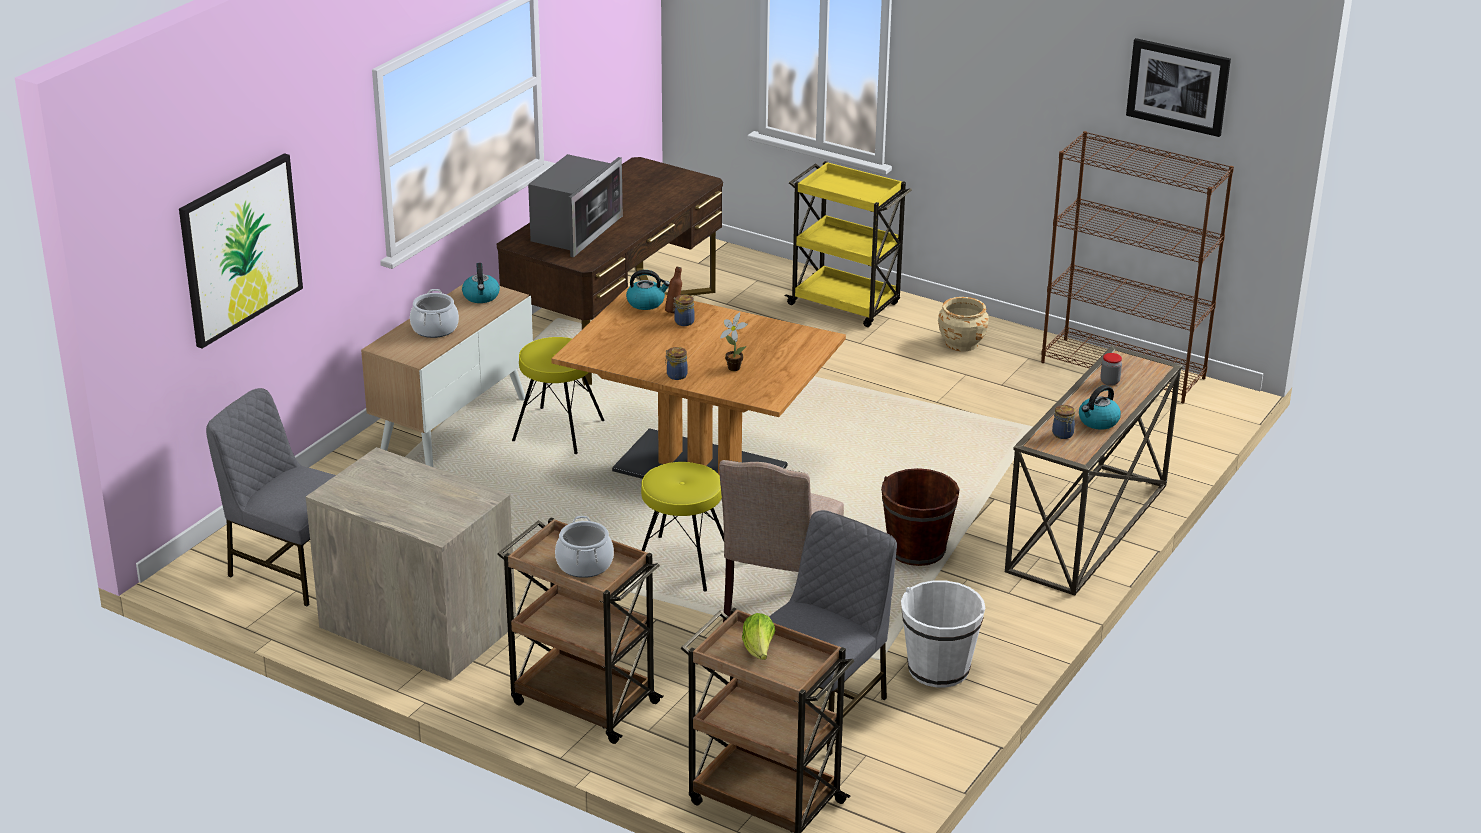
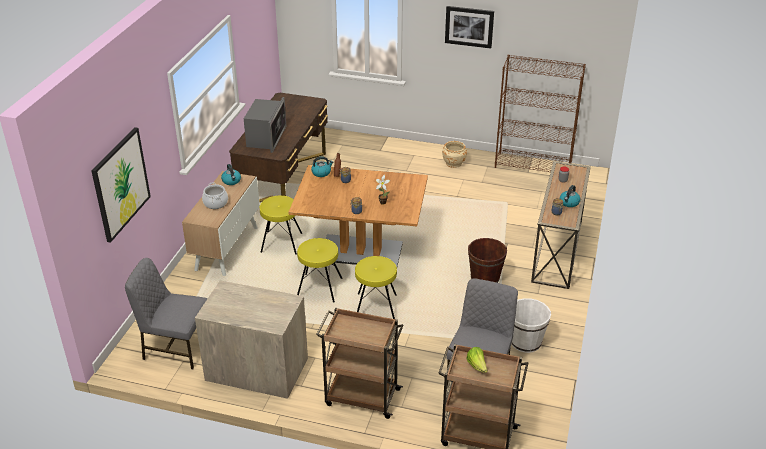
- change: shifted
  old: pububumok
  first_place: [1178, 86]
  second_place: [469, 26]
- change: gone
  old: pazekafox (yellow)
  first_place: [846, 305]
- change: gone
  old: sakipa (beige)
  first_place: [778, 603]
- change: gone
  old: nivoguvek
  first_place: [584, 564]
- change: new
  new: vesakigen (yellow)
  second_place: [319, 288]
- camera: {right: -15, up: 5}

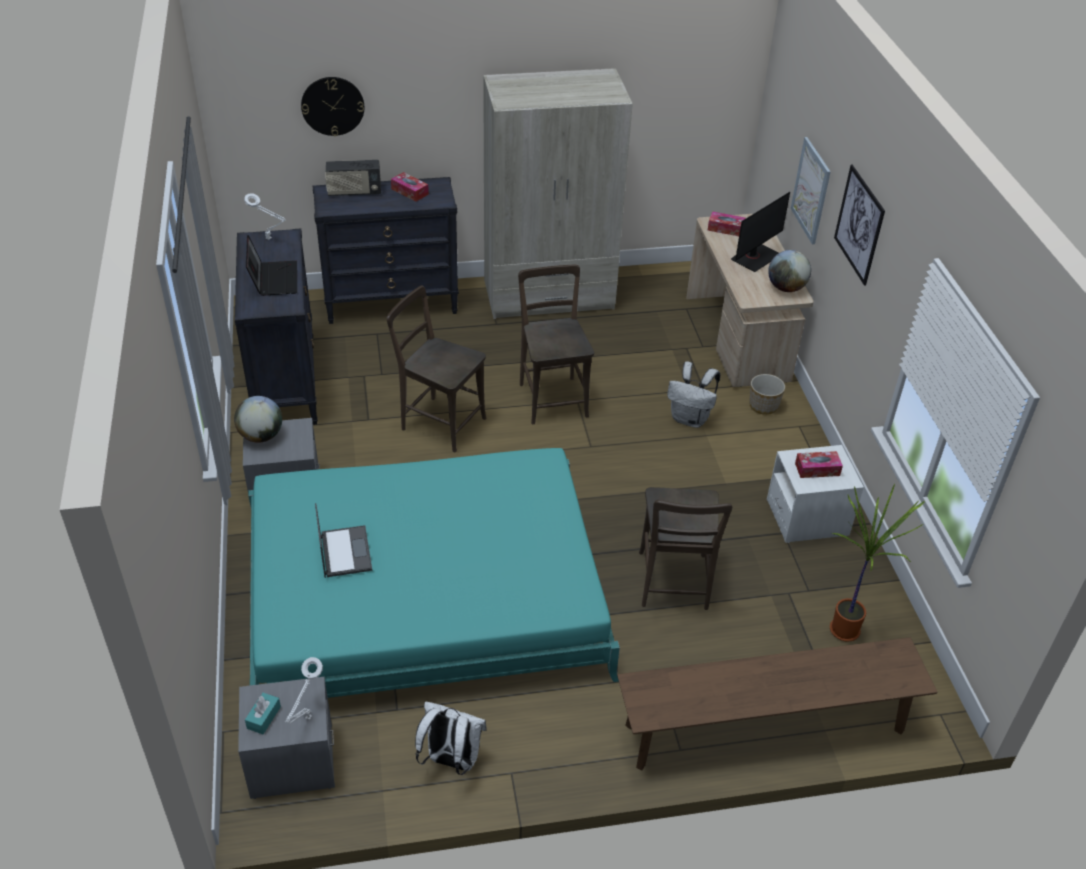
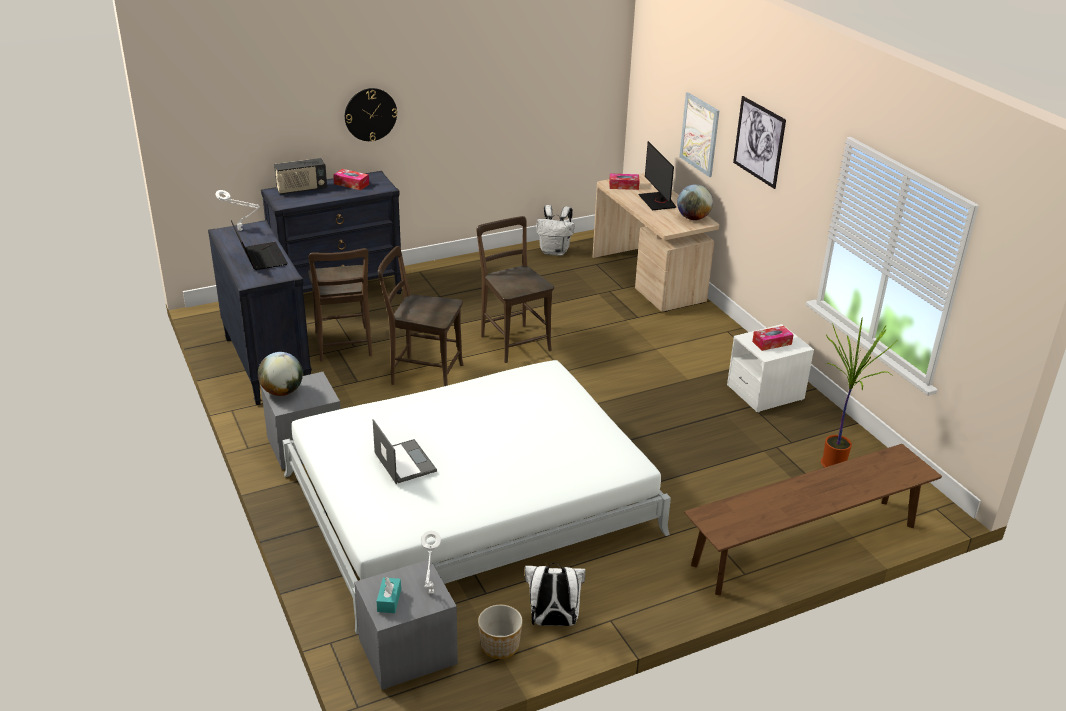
- change: gone
  old: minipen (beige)
  first_place: [549, 295]
- change: shifted
  old: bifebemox
  first_place: [332, 106]
  second_place: [370, 114]
- change: rotated
  old: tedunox
  first_place: [755, 257]
  second_place: [657, 201]
  degrees: 135
- change: shifted
  old: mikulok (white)
  first_place: [690, 419]
  second_place: [555, 251]
- change: shifted
  old: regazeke
  first_place: [763, 406]
  second_place: [499, 646]
- change: repainted
  old: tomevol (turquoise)
  new: tomevol (white)
  first_place: [425, 597]
  second_place: [472, 504]
- change: shifted
  old: sakipa (brown)
  first_place: [673, 584]
  second_place: [343, 346]
- camera: {right: -15, up: -10}

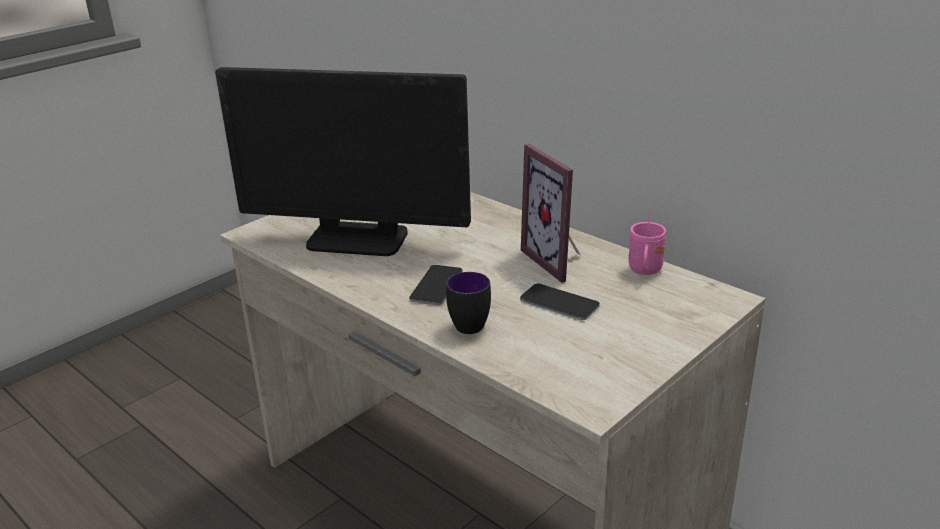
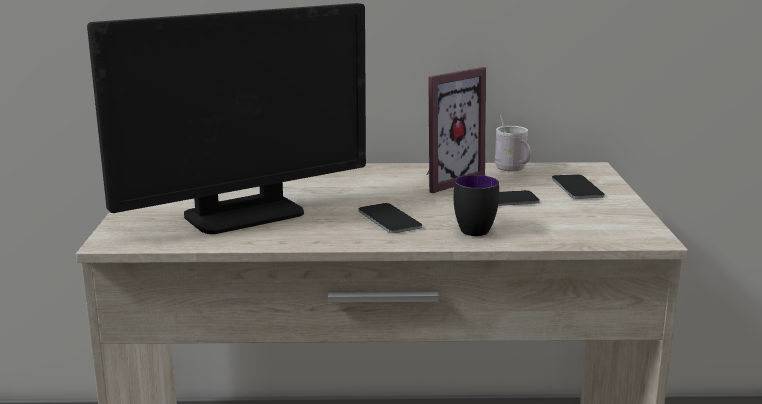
- change: rotated
  old: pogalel
  first_place: [559, 260]
  second_place: [443, 180]
  degrees: -60
- change: repainted
  old: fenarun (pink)
  new: fenarun (white)
  first_place: [644, 272]
  second_place: [513, 170]
- change: new
  new: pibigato
  second_place: [577, 187]
- camera: {right: -45, up: -10}

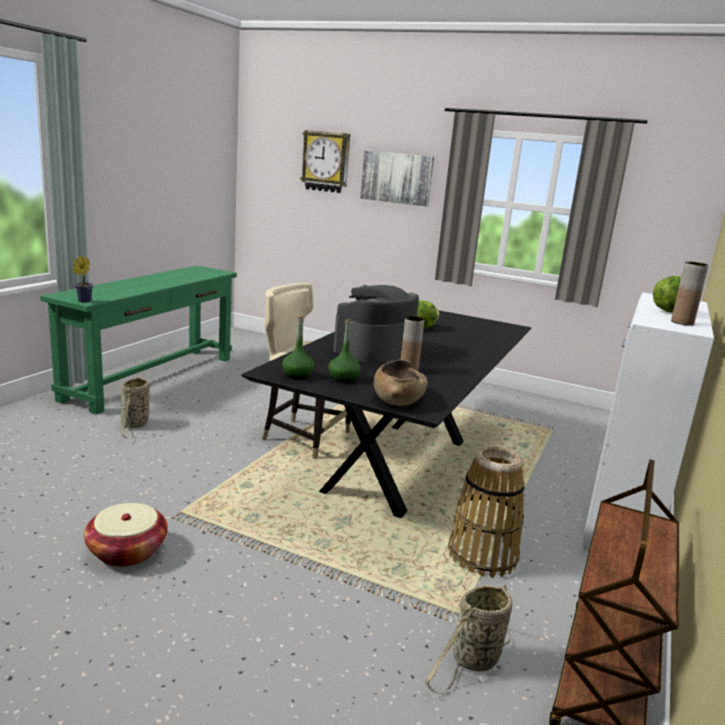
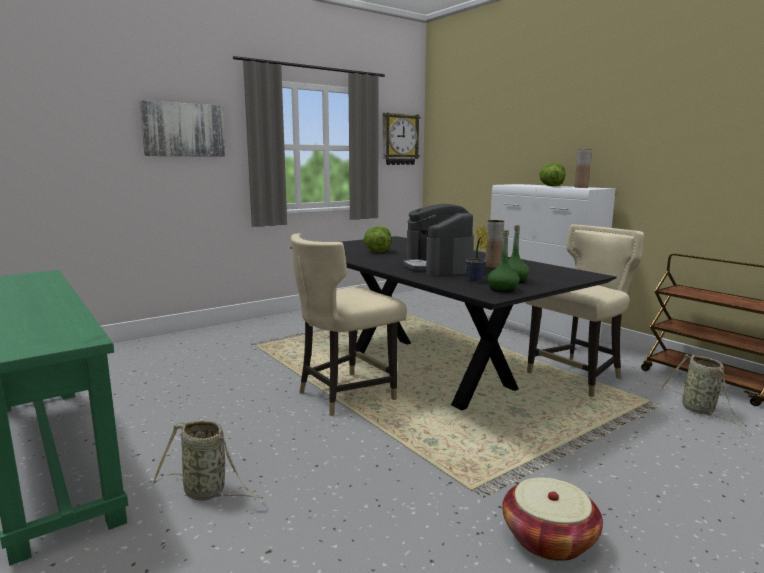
- change: shifted
  old: bifebemox
  first_place: [326, 162]
  second_place: [399, 139]
- change: shifted
  old: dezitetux
  first_place: [83, 301]
  second_place: [476, 281]
- change: gone
  old: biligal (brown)
  first_place: [398, 398]
- change: swapped
  old: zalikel
  new: sakipa (beige)
  first_place: [482, 556]
  second_place: [576, 377]
- camera: {right: -60, up: -5}

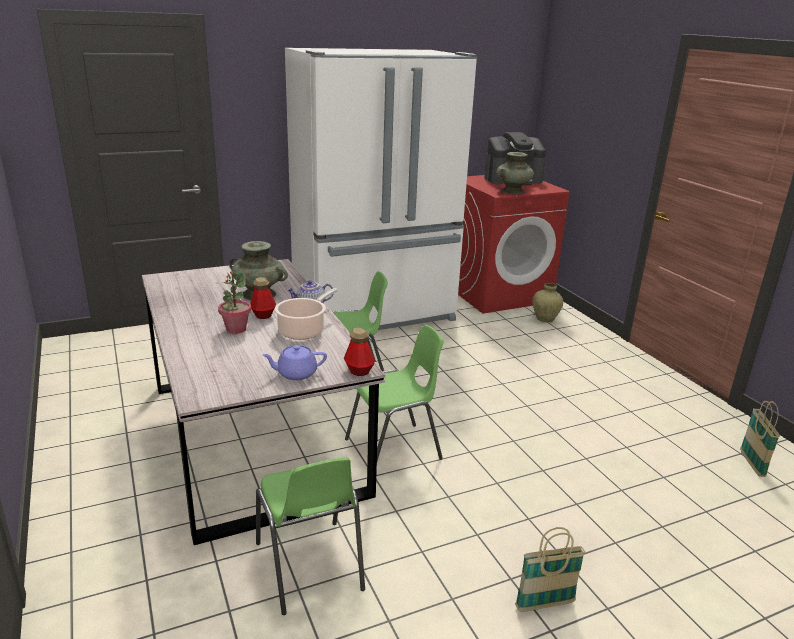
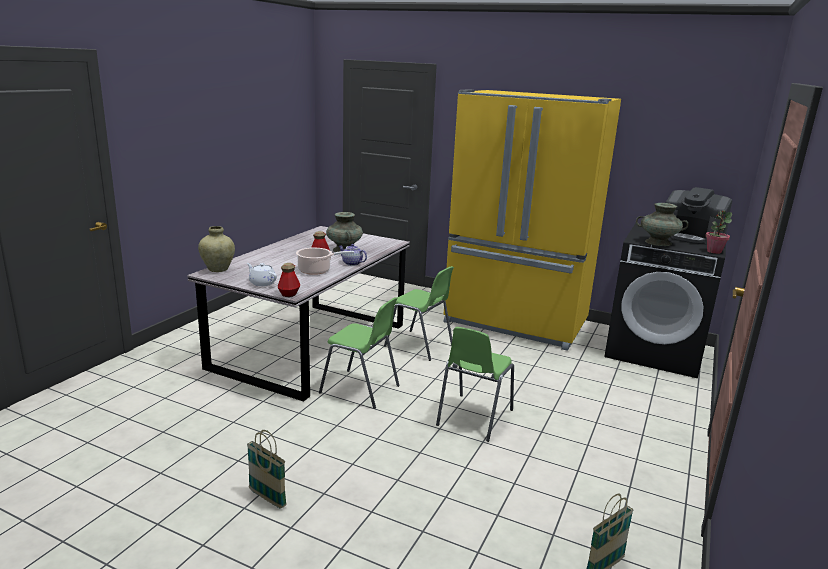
- change: repainted
  old: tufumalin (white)
  new: tufumalin (yellow)
  first_place: [376, 314]
  second_place: [515, 323]
- change: repainted
  old: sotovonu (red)
  new: sotovonu (black)
  first_place: [498, 293]
  second_place: [654, 351]
- change: shifted
  old: dezitetux
  first_place: [236, 329]
  second_place: [714, 251]
- change: shifted
  old: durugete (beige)
  first_place: [545, 319]
  second_place: [218, 269]
- change: repainted
  old: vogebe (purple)
  new: vogebe (white)
  first_place: [296, 373]
  second_place: [262, 283]
- change: shifted
  old: sakipa (green)
  first_place: [309, 567]
  second_place: [473, 417]
- camera: {right: 50, up: -5}

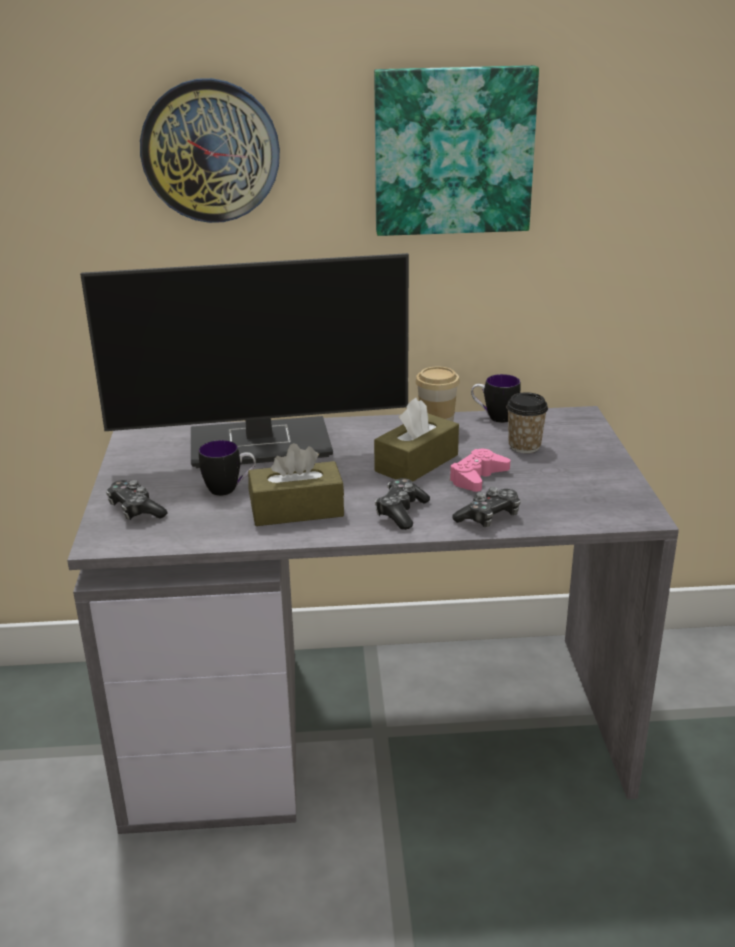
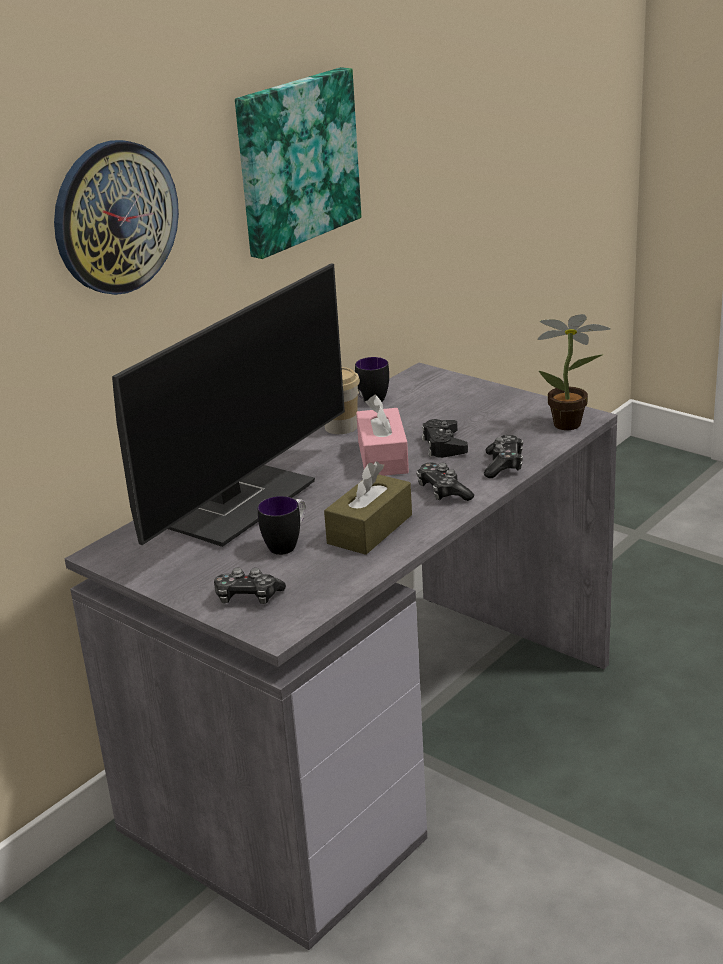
- change: gone
  old: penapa
  first_place: [524, 446]
- change: repainted
  old: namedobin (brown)
  new: namedobin (pink)
  first_place: [416, 463]
  second_place: [382, 457]
- change: repainted
  old: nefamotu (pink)
  new: nefamotu (black)
  first_place: [477, 478]
  second_place: [444, 445]
- change: new
  new: dezitetux
  second_place: [572, 425]
- camera: {right: -45, up: 0}

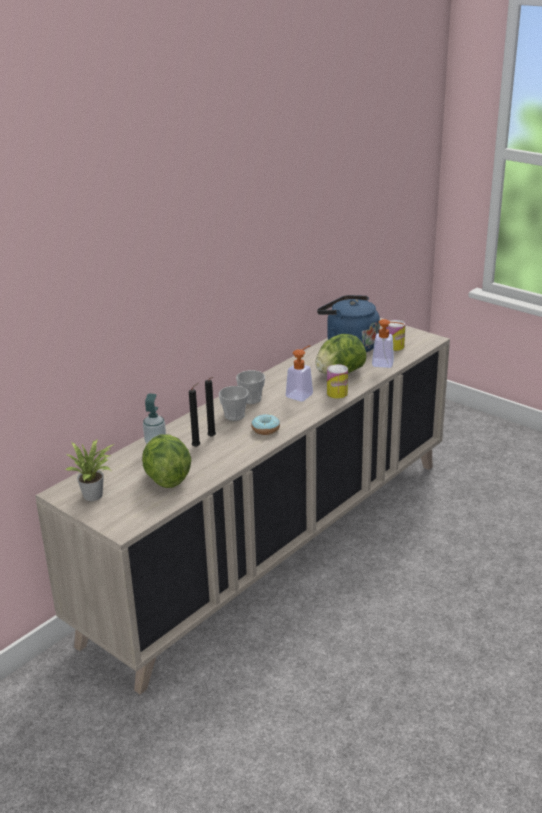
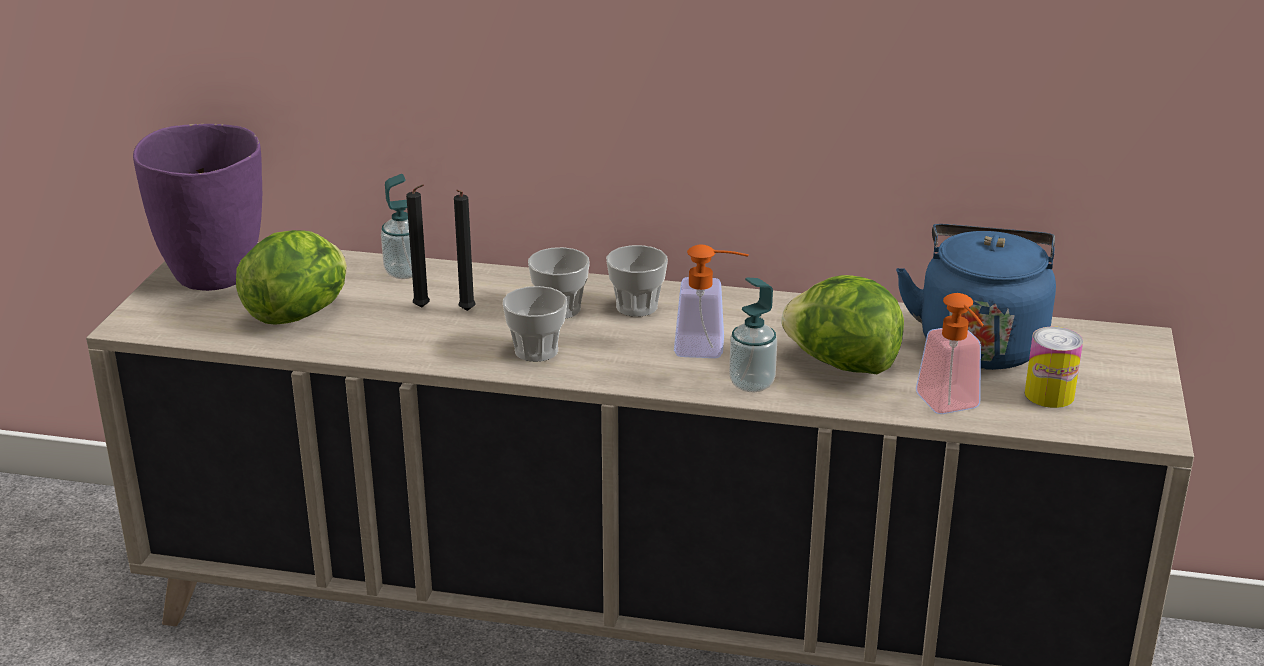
- change: swapped
  old: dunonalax
  new: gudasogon
  first_place: [337, 393]
  second_place: [751, 384]
- change: swapped
  old: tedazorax
  new: penapa
  first_place: [265, 429]
  second_place: [536, 351]
- change: swapped
  old: dezitetux
  new: durugete (purple)
  first_place: [95, 495]
  second_place: [215, 275]
- camera: {right: 60, up: 0}

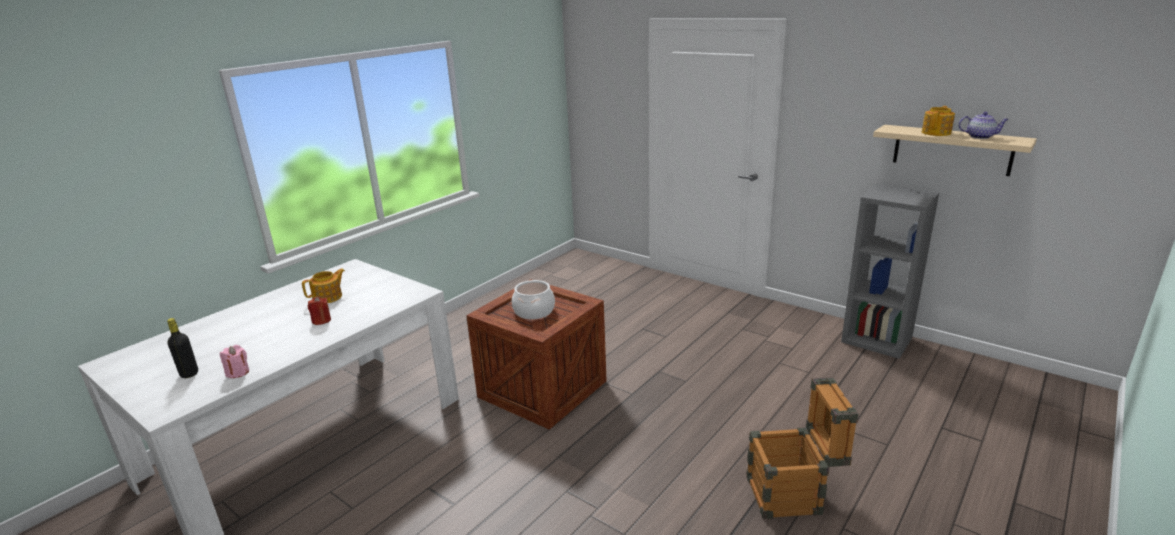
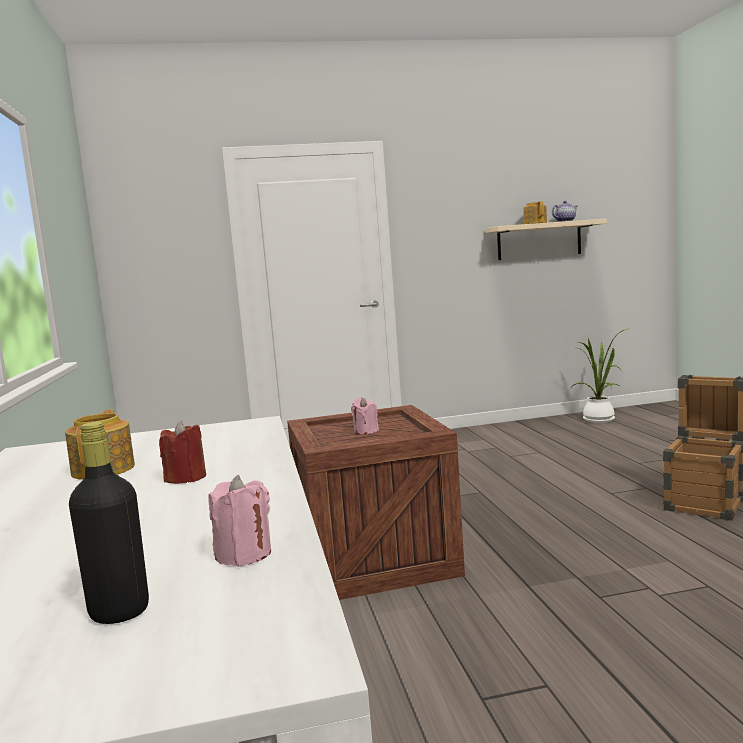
- change: gone
  old: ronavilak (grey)
  first_place: [877, 340]
- change: swapped
  old: nivoguvek
  new: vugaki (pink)
  first_place: [534, 311]
  second_place: [366, 431]
- change: new
  new: dezitetux
  second_place: [601, 420]
- camera: {right: -50, up: -15}

